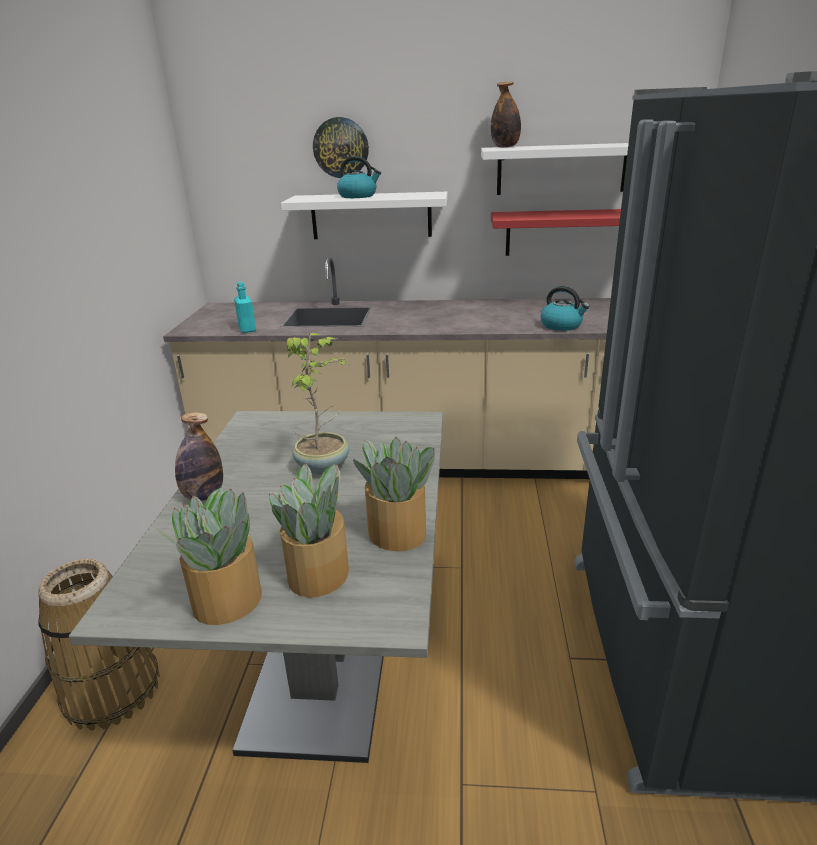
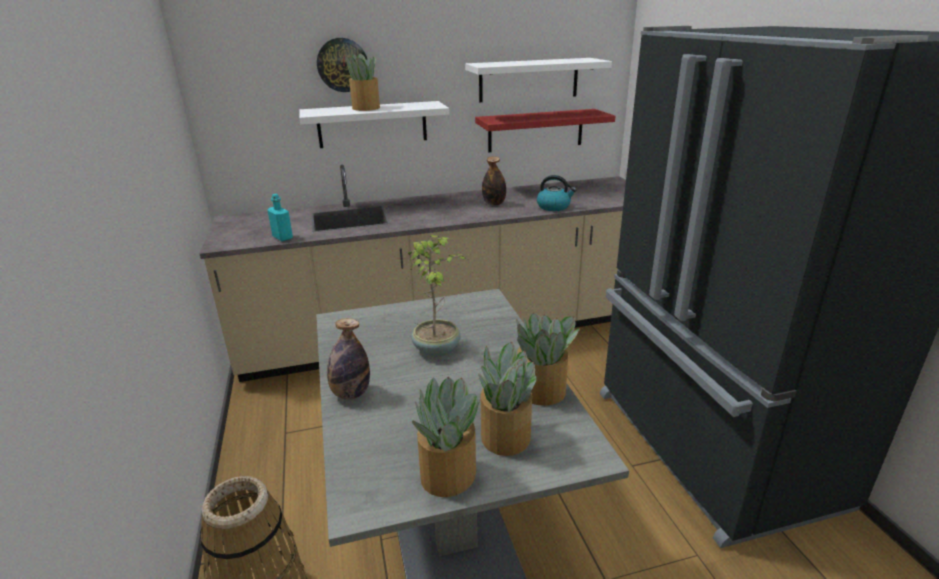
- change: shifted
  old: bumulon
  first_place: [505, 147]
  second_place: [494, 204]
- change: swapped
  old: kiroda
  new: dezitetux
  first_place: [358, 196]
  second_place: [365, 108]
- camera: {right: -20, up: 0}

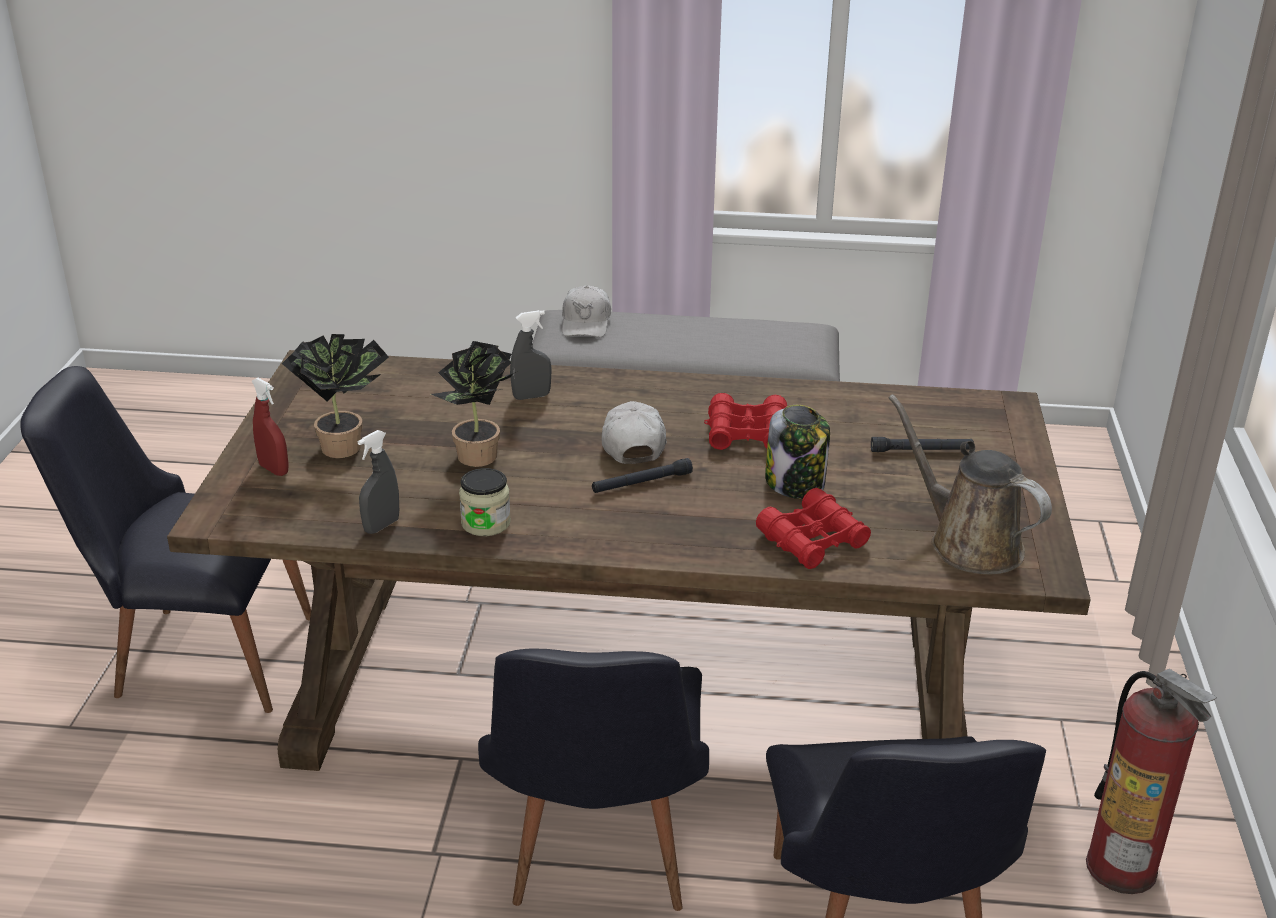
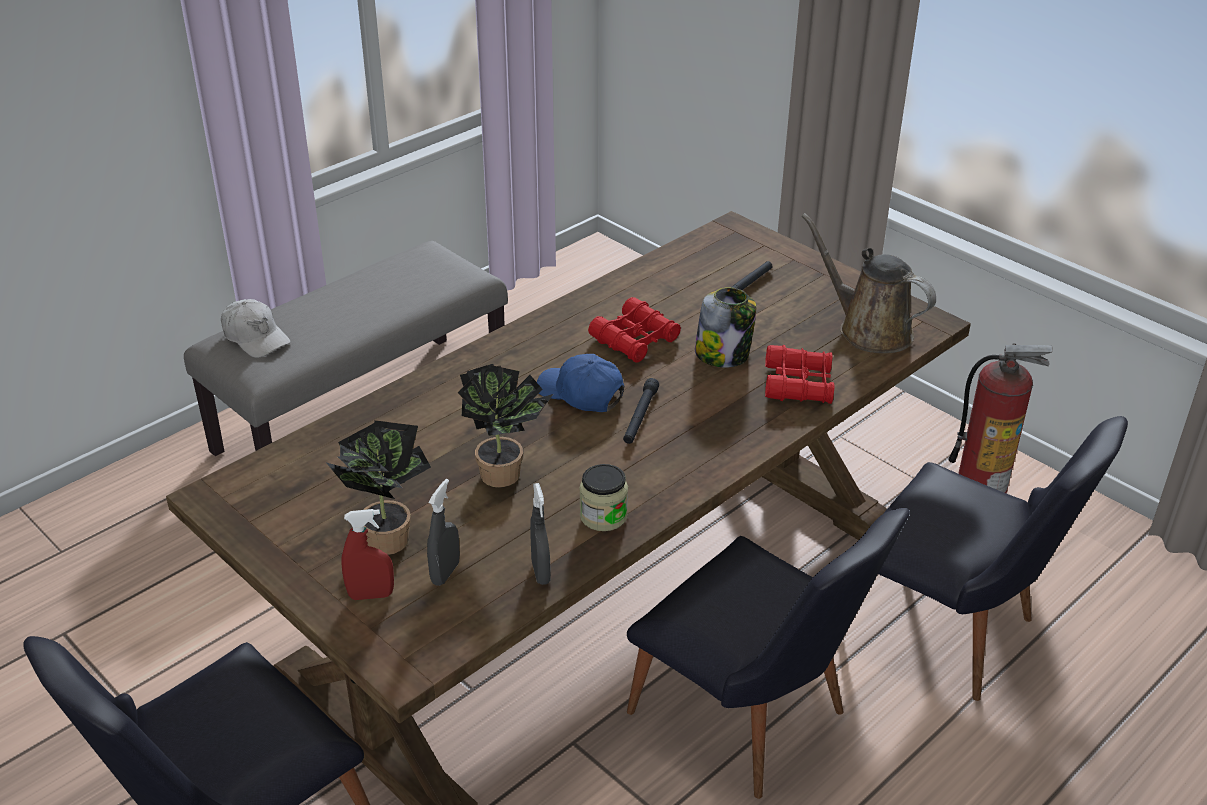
- change: shifted
  old: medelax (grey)
  first_place: [531, 396]
  second_place: [445, 573]
- change: rotated
  old: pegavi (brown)
  first_place: [968, 543]
  second_place: [869, 330]
  degrees: 45
- change: repainted
  old: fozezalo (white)
  new: fozezalo (blue)
  first_place: [632, 443]
  second_place: [581, 394]
- camera: {right: -50, up: 5}

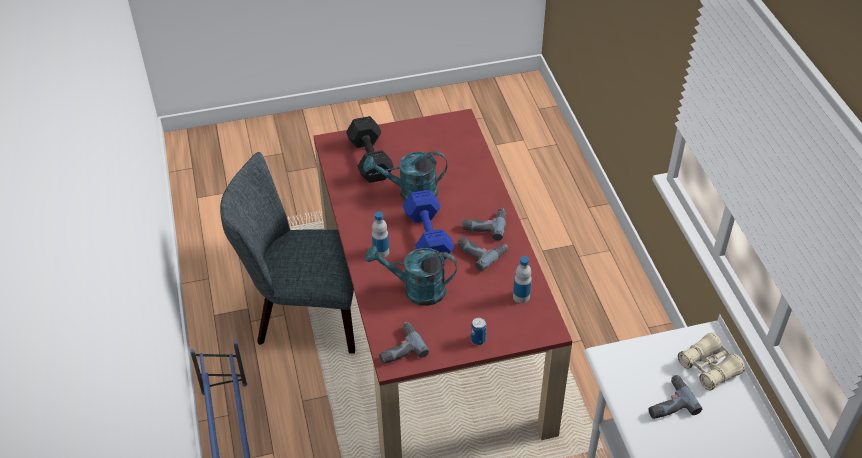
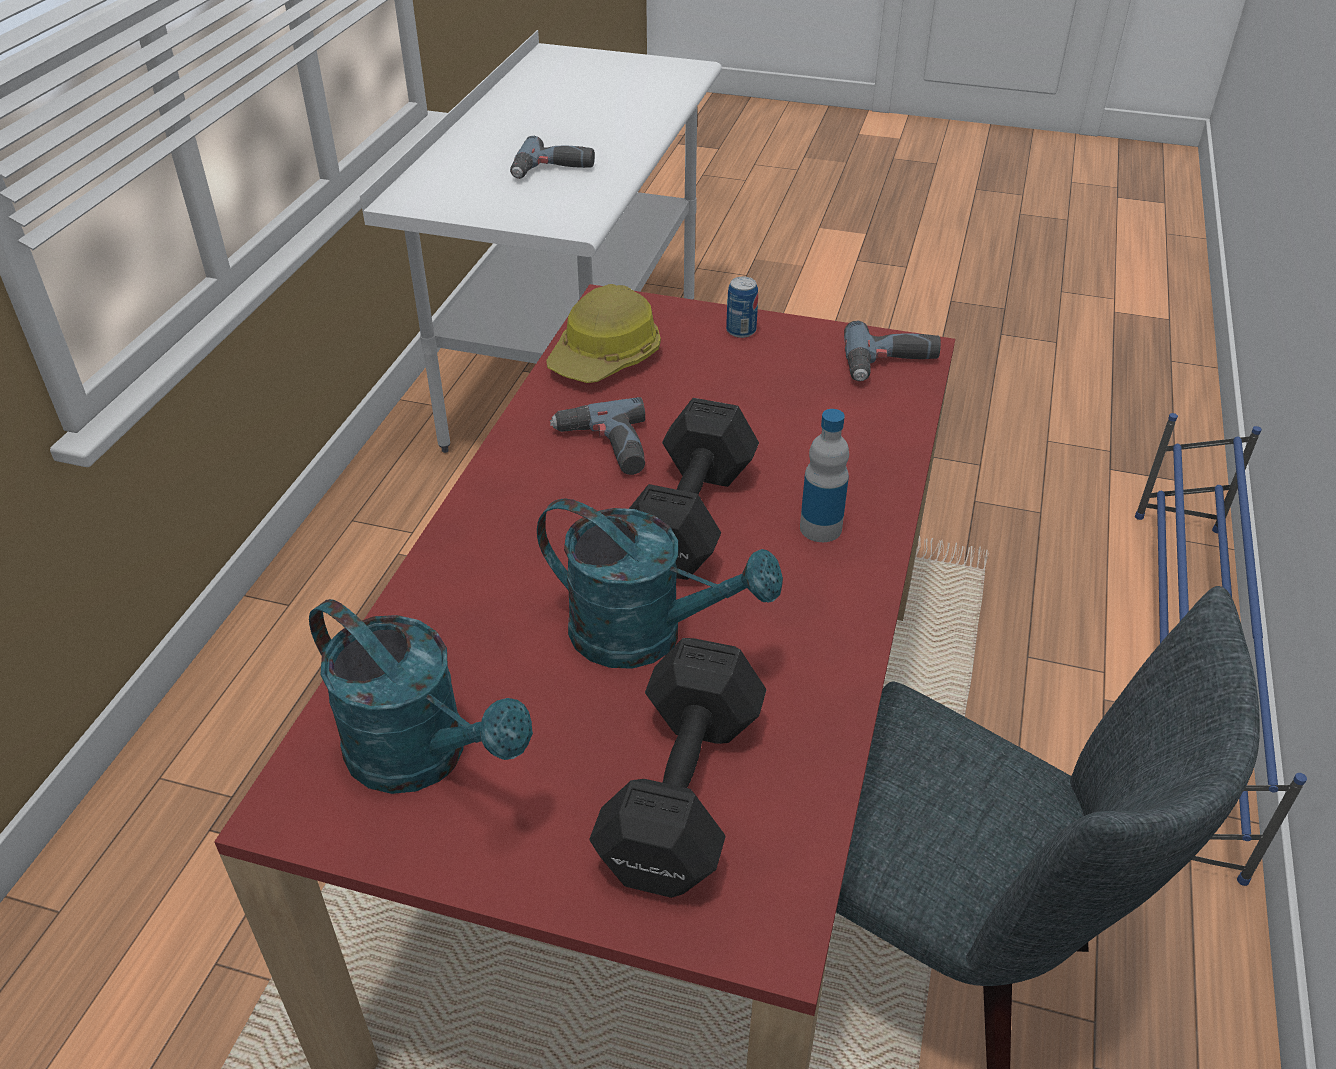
- change: repainted
  old: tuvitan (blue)
  new: tuvitan (black)
  first_place: [427, 238]
  second_place: [692, 515]
- change: gone
  old: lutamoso
  first_place: [484, 225]
- change: shifted
  old: pegavi (turquoise)
  first_place: [416, 290]
  second_place: [423, 757]
- change: swapped
  old: bumulon
  new: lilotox
  first_place: [521, 296]
  second_place: [606, 357]
- change: gone
  old: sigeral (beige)
  first_place: [709, 367]
- camera: {right: -150, up: -5}

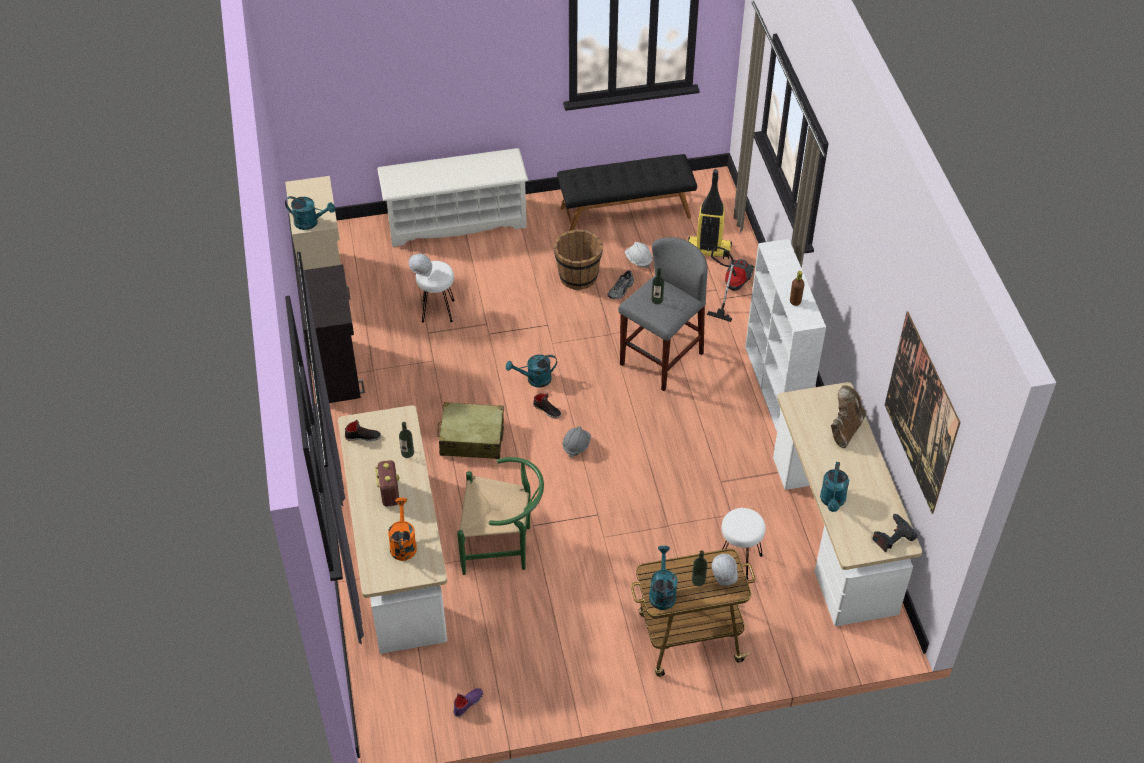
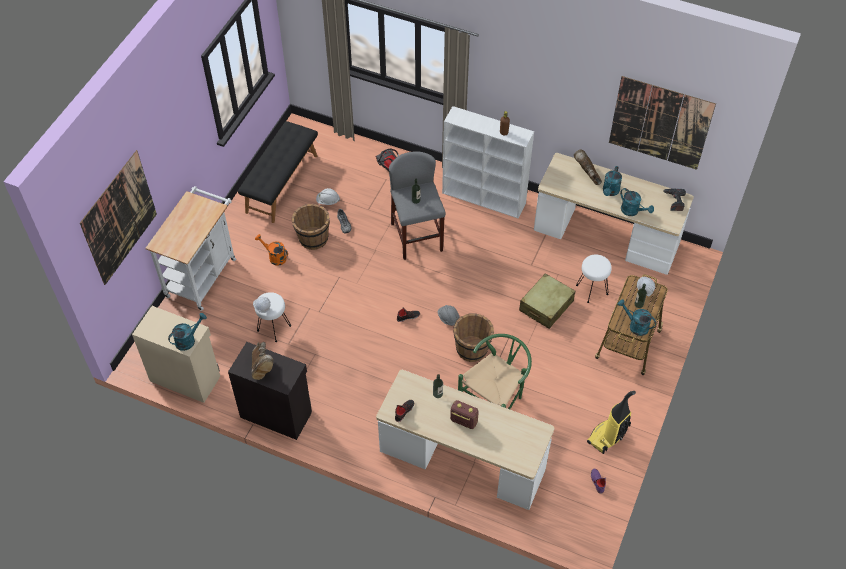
- change: swapped
  old: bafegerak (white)
  new: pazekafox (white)
  first_place: [456, 221]
  second_place: [203, 274]
- change: shifted
  old: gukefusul
  first_place: [708, 250]
  second_place: [607, 437]
- change: shifted
  old: pegavi (turquoise)
  first_place: [534, 380]
  second_place: [610, 192]
- change: shifted
  old: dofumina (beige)
  first_place: [471, 438]
  second_place: [546, 306]
- change: shifted
  old: pegavi (orange)
  first_place: [403, 543]
  second_place: [274, 257]
- change: new
  new: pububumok
  second_place: [120, 218]
- change: new
  new: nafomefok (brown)
  second_place: [472, 349]
- change: new
  new: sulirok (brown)
  second_place: [262, 368]
- camera: {right: -55, up: 5}

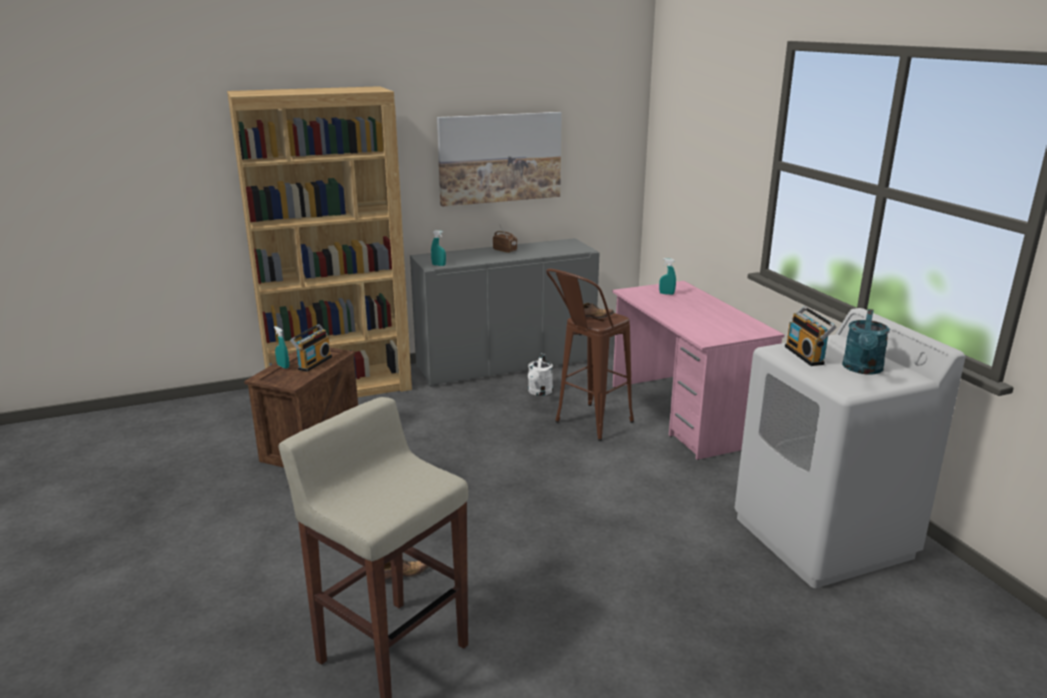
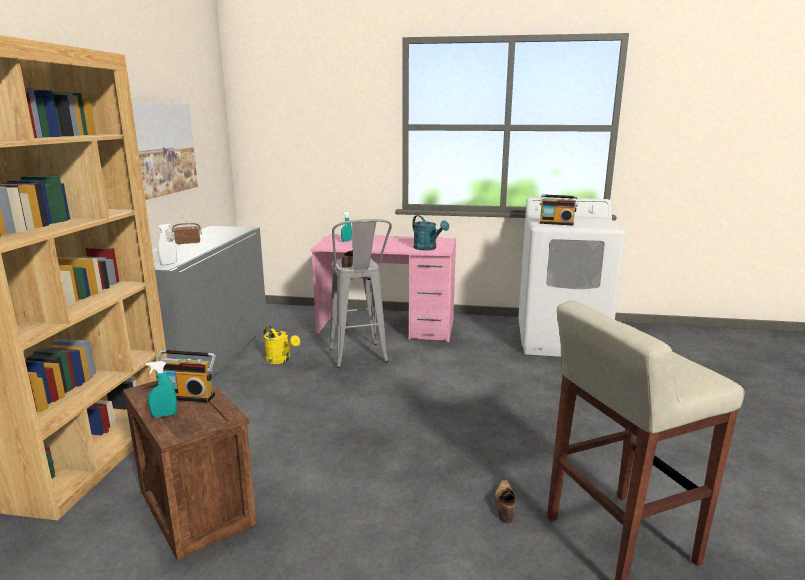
- change: repainted
  old: medelax (turquoise)
  new: medelax (white)
  first_place: [438, 265]
  second_place: [168, 264]
- change: repainted
  old: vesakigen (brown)
  new: vesakigen (grey)
  first_place: [586, 426]
  second_place: [360, 360]
- change: shifted
  old: pegavi (turquoise)
  first_place: [862, 369]
  second_place: [428, 248]
- change: rotated
  old: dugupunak
  first_place: [313, 363]
  second_place: [188, 395]
  degrees: 135
- change: repainted
  old: pegavi (white)
  new: pegavi (yellow)
  first_place: [539, 392]
  second_place: [281, 360]
- camera: {right: -60, up: -5}

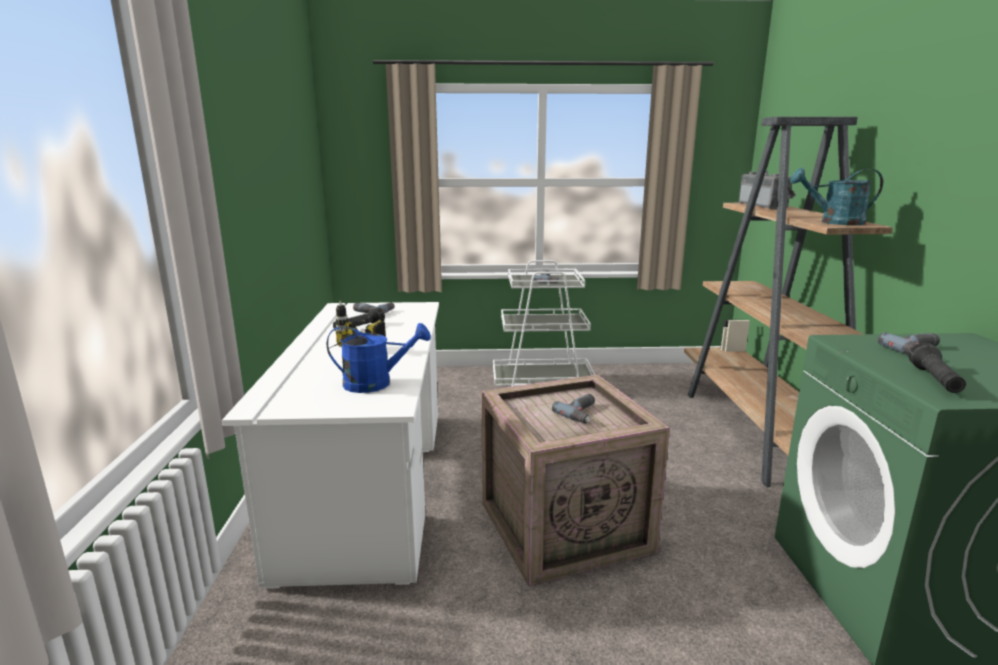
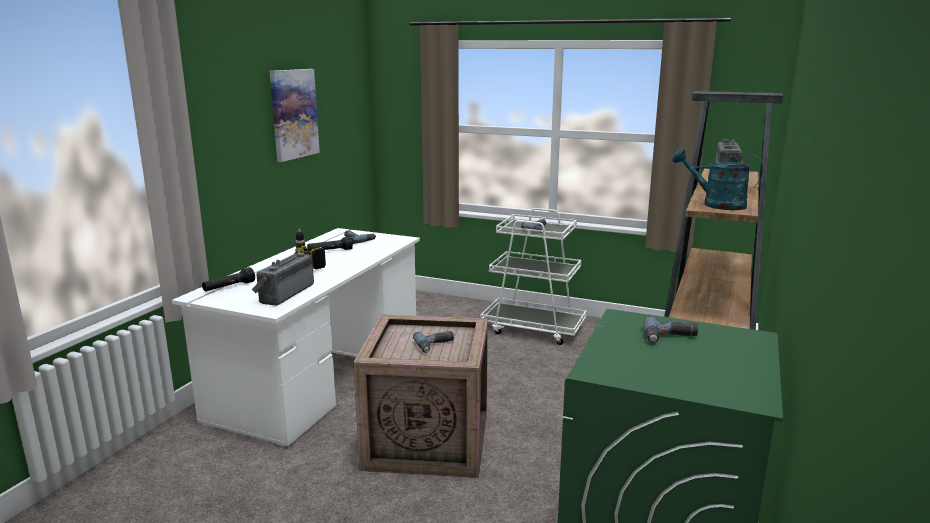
- change: swapped
  old: pegavi (blue)
  new: dugupunak
  first_place: [376, 383]
  second_place: [284, 293]
- change: shifted
  old: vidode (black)
  first_place: [935, 381]
  second_place: [229, 287]
- change: new
  new: pububumok
  second_place: [293, 114]
- camera: {right: 25, up: 0}

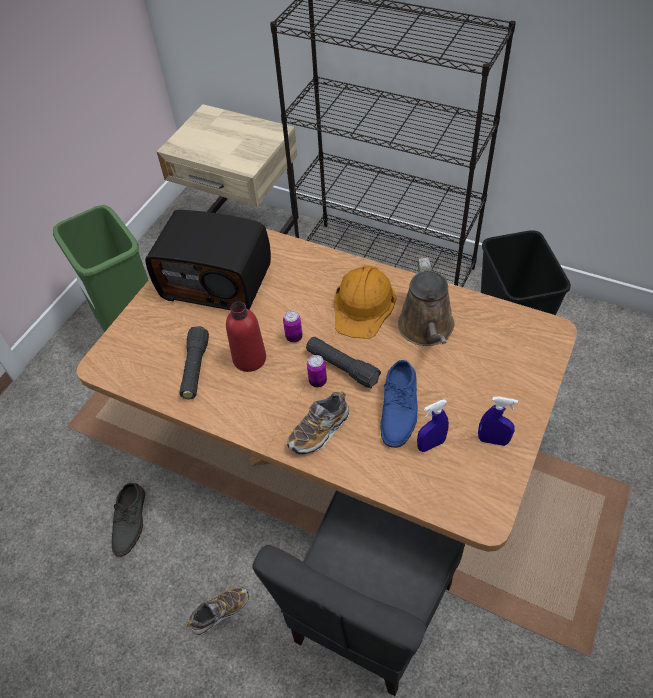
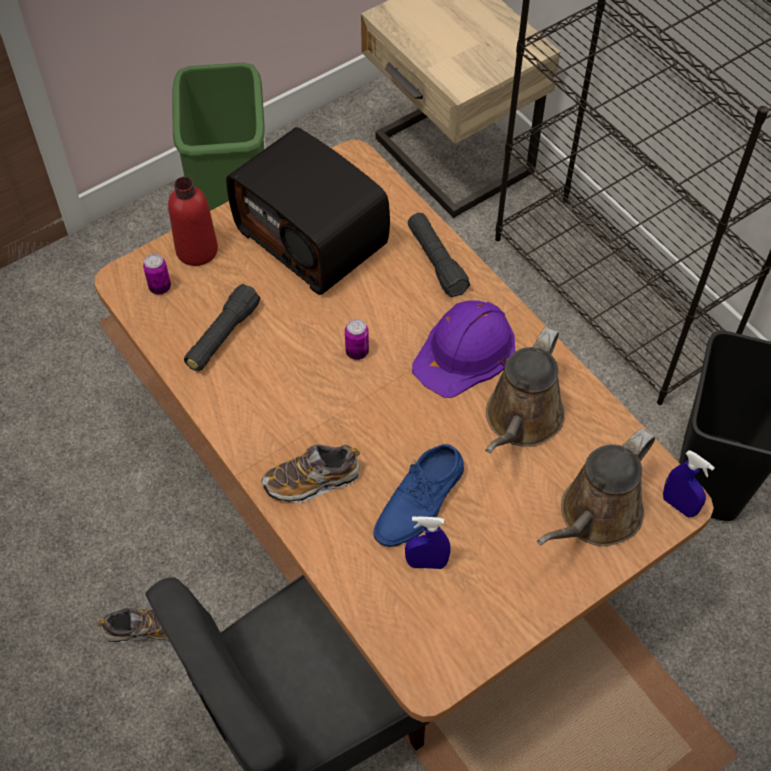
- change: repainted
  old: lilotox (orange)
  new: lilotox (purple)
  first_place: [363, 305]
  second_place: [465, 352]
- change: shifted
  old: bumulon (red)
  first_place: [249, 359]
  second_place: [197, 250]
- change: shifted
  old: vidode (black)
  first_place: [342, 367]
  second_place: [436, 261]
- change: shifted
  old: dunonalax
  first_place: [317, 381]
  second_place: [160, 287]
- change: shifted
  old: medelax (blue)
  first_place: [493, 440]
  second_place: [679, 505]
- change: gone
  old: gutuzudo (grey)
  first_place: [130, 521]
- change: new
  new: pegavi (brown)
  second_place: [596, 516]
- camera: {right: 25, up: 5}

